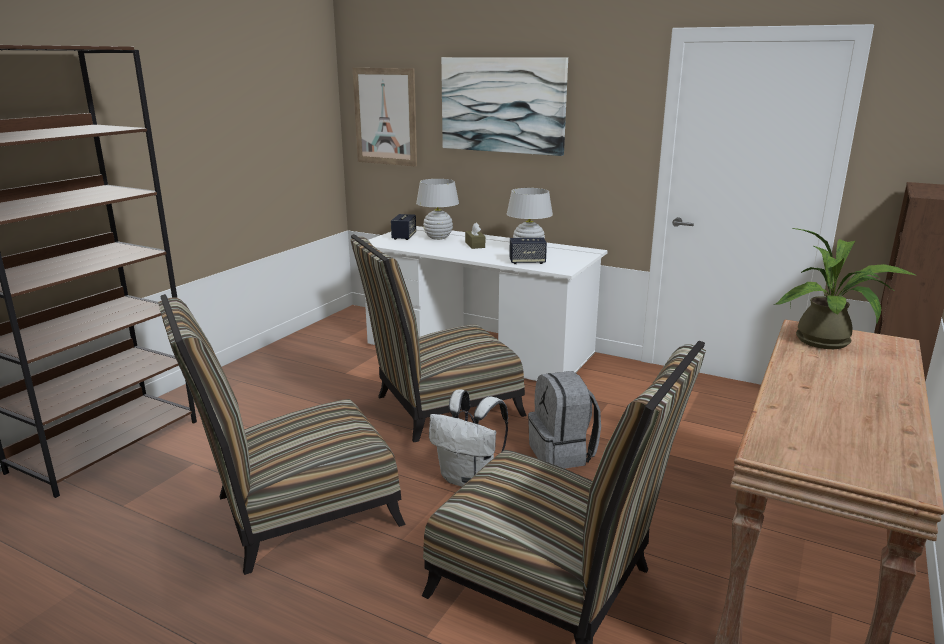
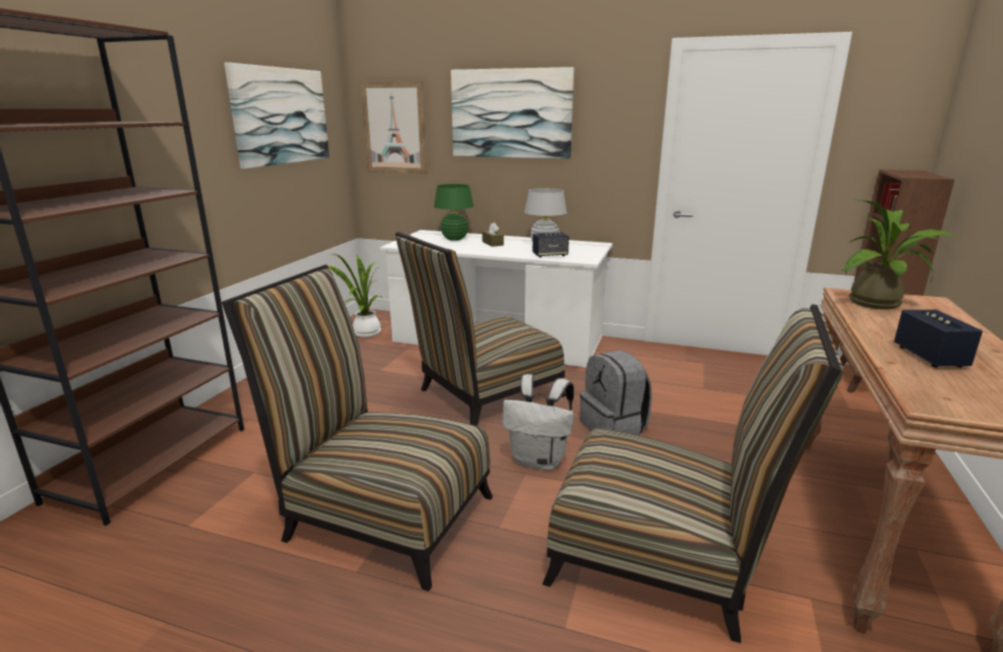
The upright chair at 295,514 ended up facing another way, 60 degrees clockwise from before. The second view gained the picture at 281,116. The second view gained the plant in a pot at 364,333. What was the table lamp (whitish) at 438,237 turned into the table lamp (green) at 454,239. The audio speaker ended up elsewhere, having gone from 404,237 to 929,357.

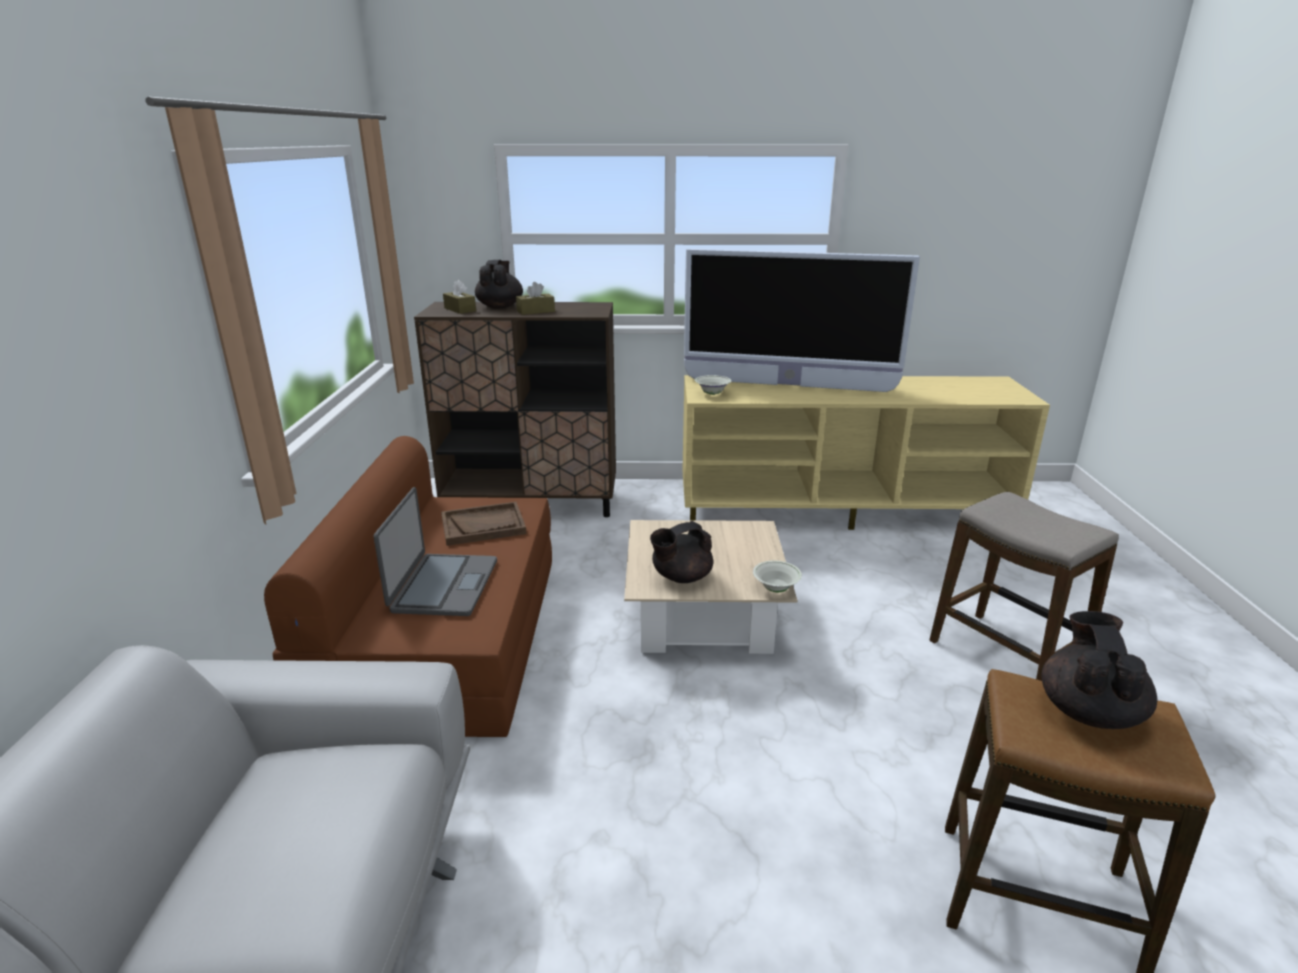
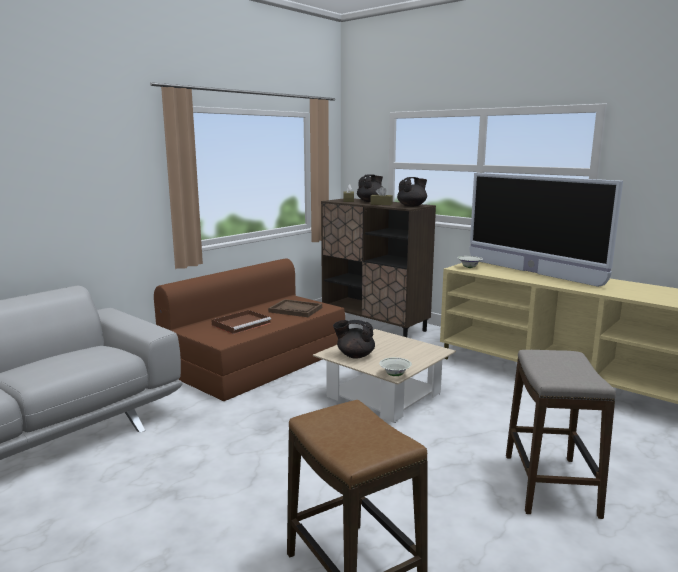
Where the notebook computer stood at 443,586, the serving tray (brown) came to stand at 242,324. The tea pot (black-coloured) ended up elsewhere, having gone from 1088,711 to 412,206.

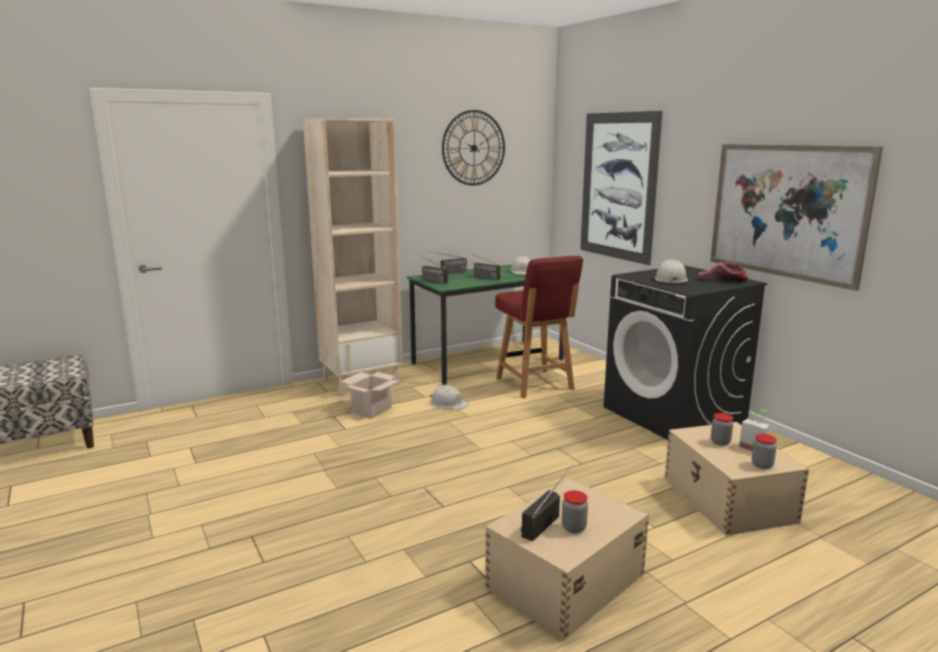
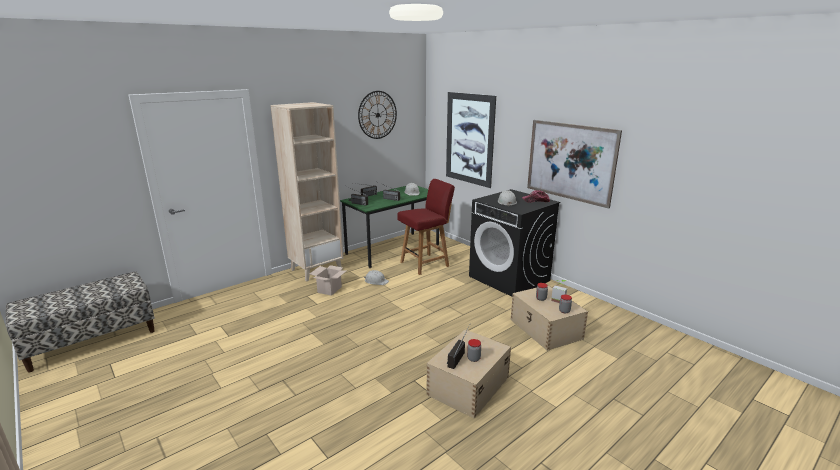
The upright chair (red-coloured) at 535,384 ended up facing another way, 90 degrees counterclockwise from before.

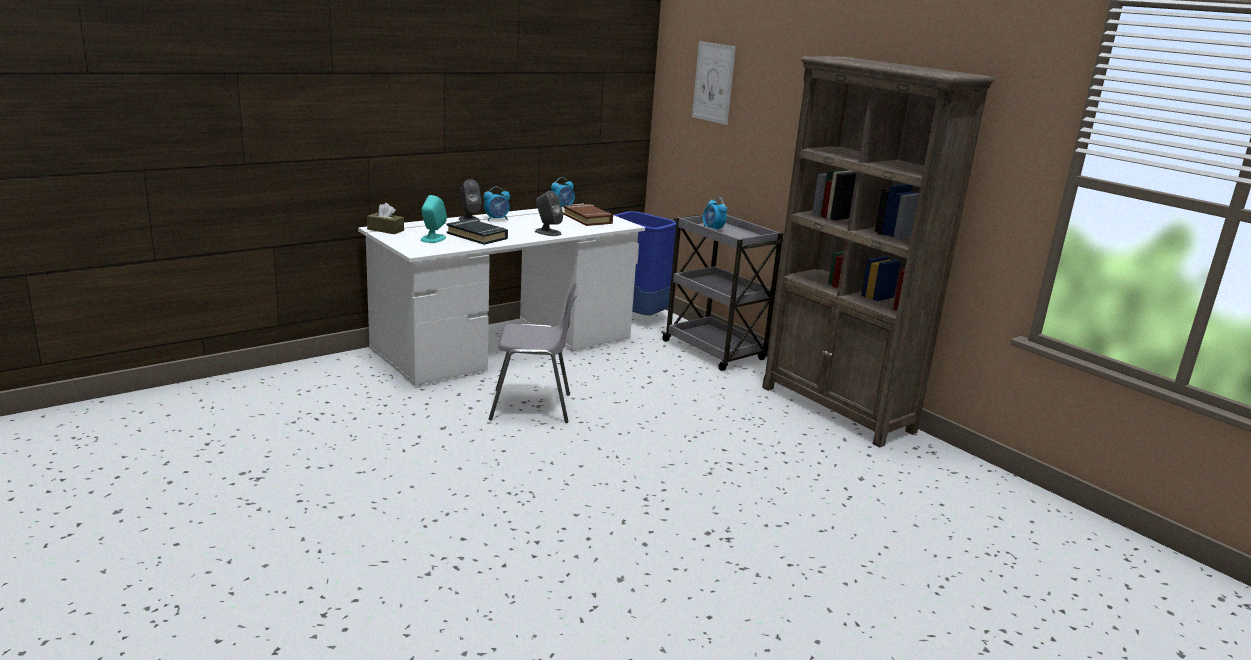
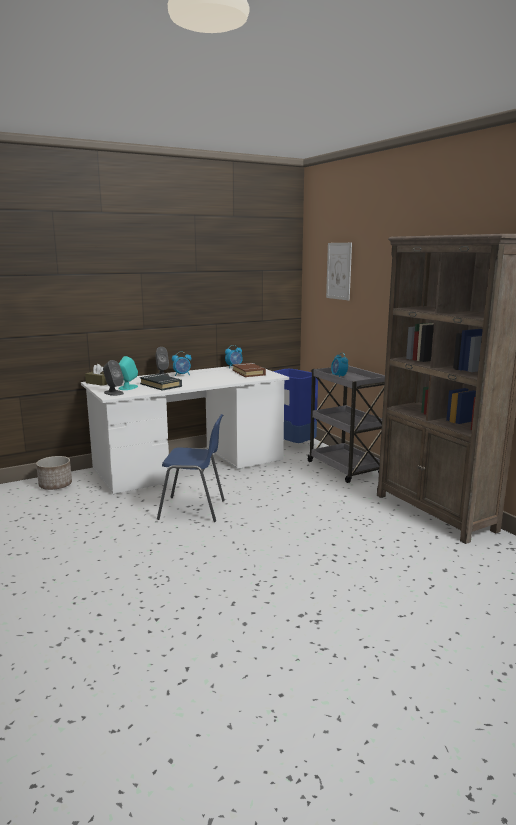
The second view gained the planter at 55,485. The audio speaker (gray) ended up elsewhere, having gone from 547,232 to 113,393. What was the upright chair (gray) at 533,407 turned into the upright chair (bluish) at 194,510.

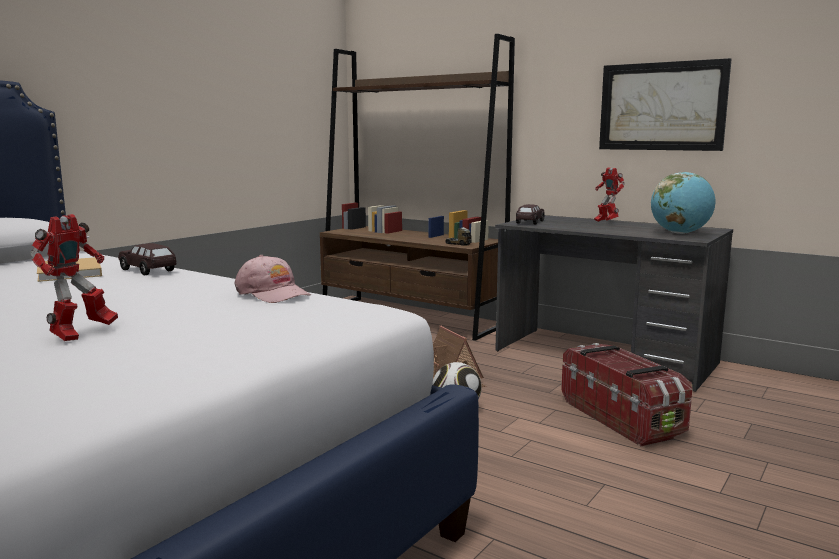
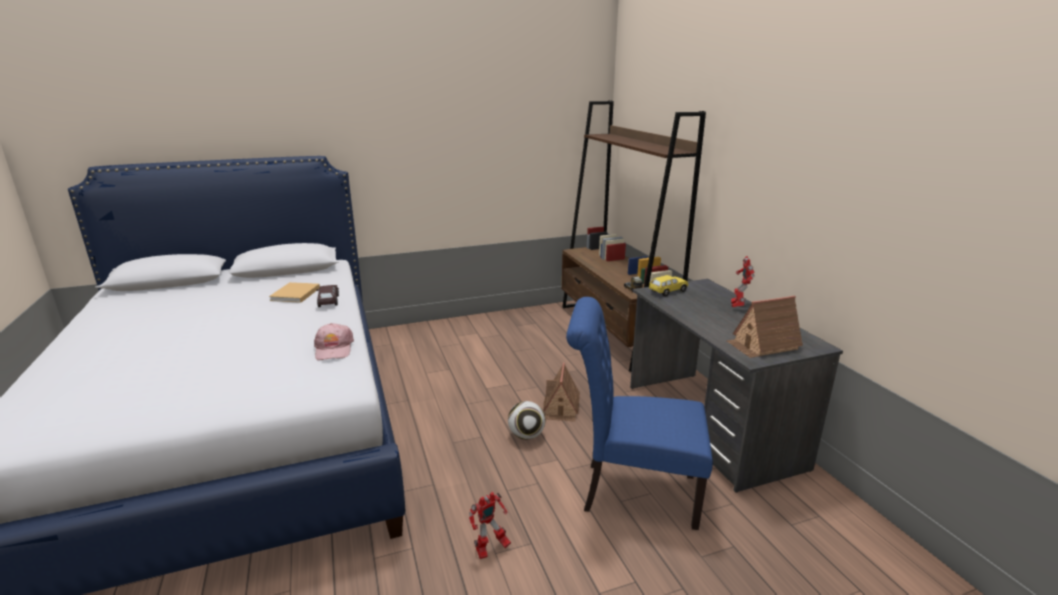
The toy robot ended up elsewhere, having gone from 81,334 to 490,549. Where the storage container stood at 622,417, the upright chair (bluish) came to stand at 631,492. What was the miniature car (brown) at 529,222 turned into the miniature car (yellow-coloured) at 667,291. Where the globe stood at 680,233, the toy house came to stand at 762,345. The second view lost the picture at 662,106.

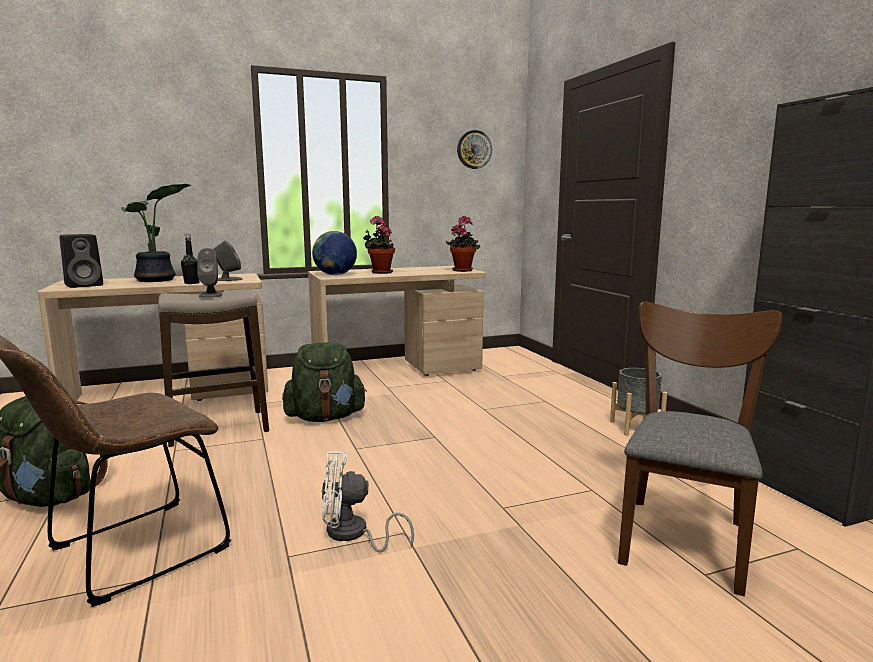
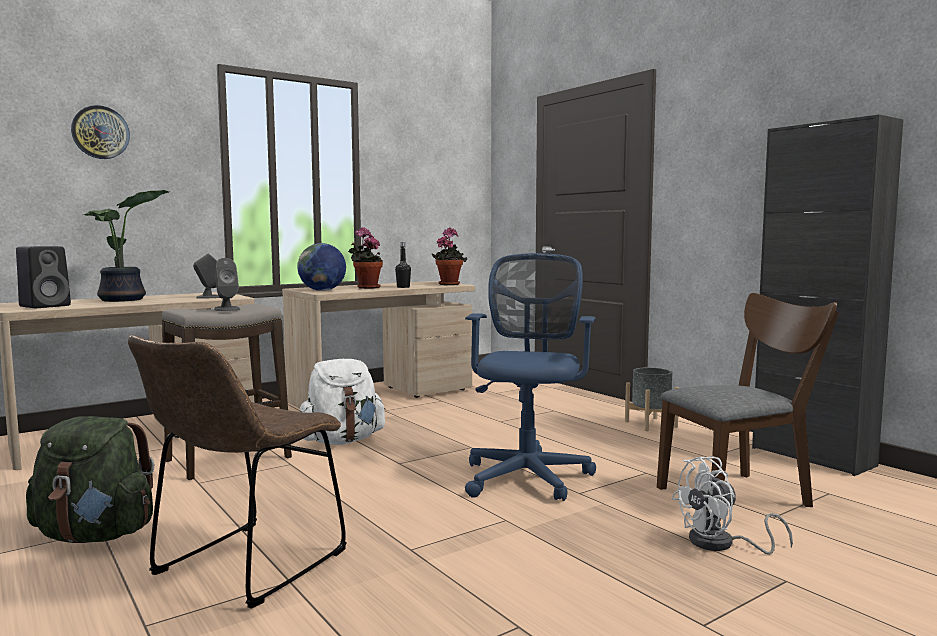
The hanging clock ended up elsewhere, having gone from 474,149 to 100,132. What was the rucksack (green) at 325,418 turned into the rucksack (whitish) at 342,441. The drink bottle (black-coloured) ended up elsewhere, having gone from 192,283 to 403,287. The second view gained the desk chair (bluish) at 528,475. The upright chair (brown) at 684,535 ended up facing another way, 60 degrees clockwise from before. The fan (whitish) ended up elsewhere, having gone from 353,535 to 721,544.

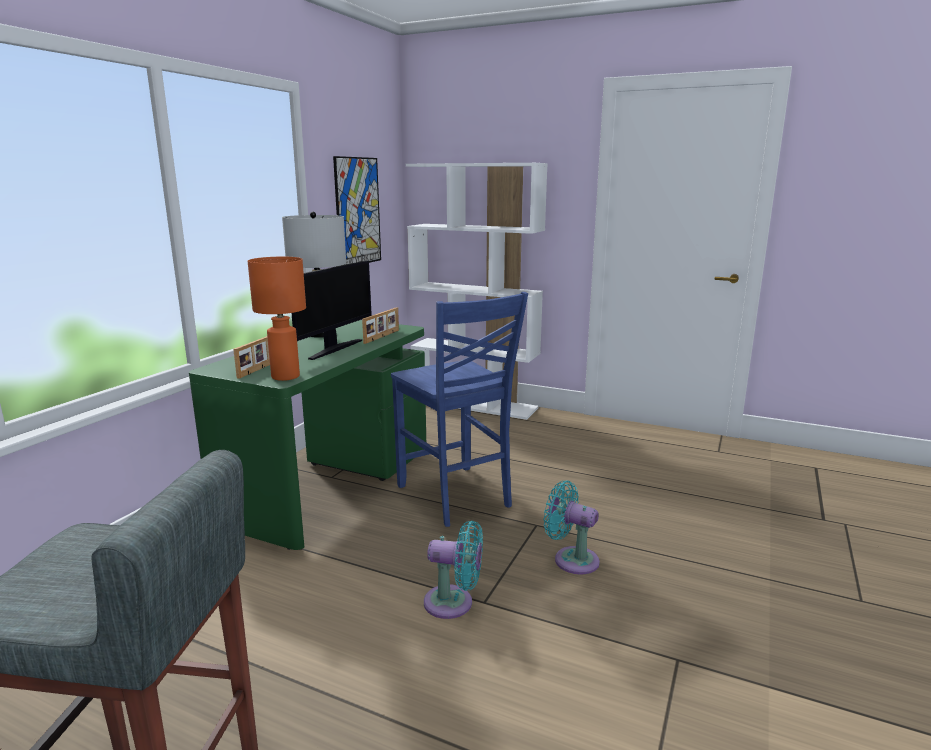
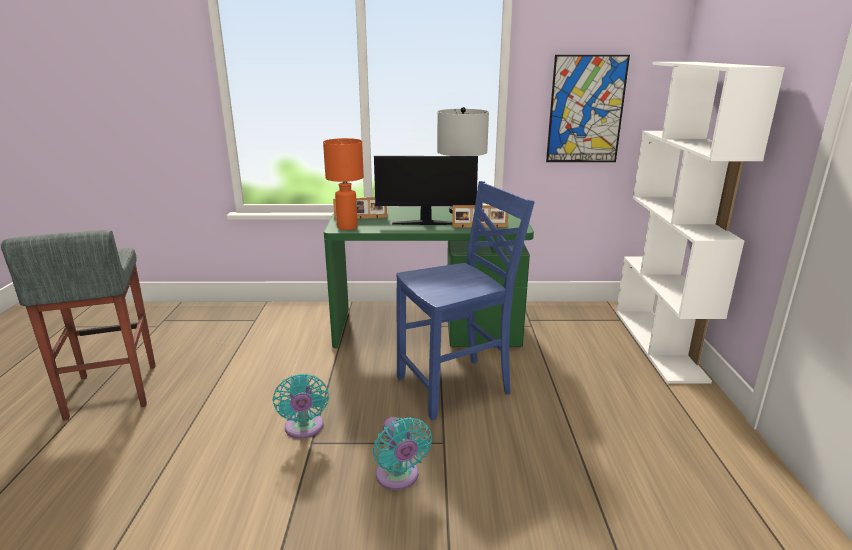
The fan (turquoise) at 571,559 ended up facing another way, 150 degrees clockwise from before. The upright chair (bluish) at 455,497 ended up facing another way, 150 degrees counterclockwise from before.

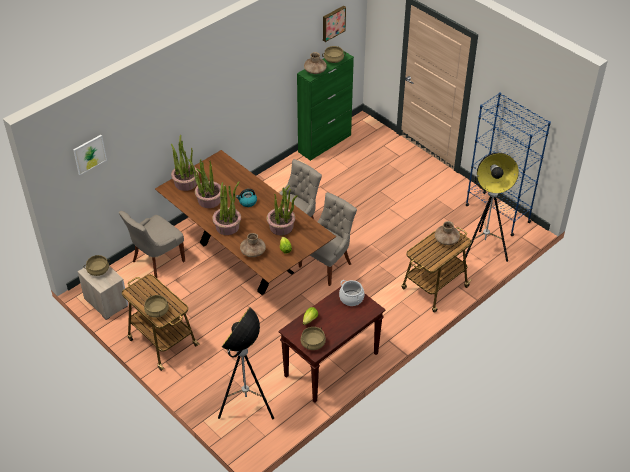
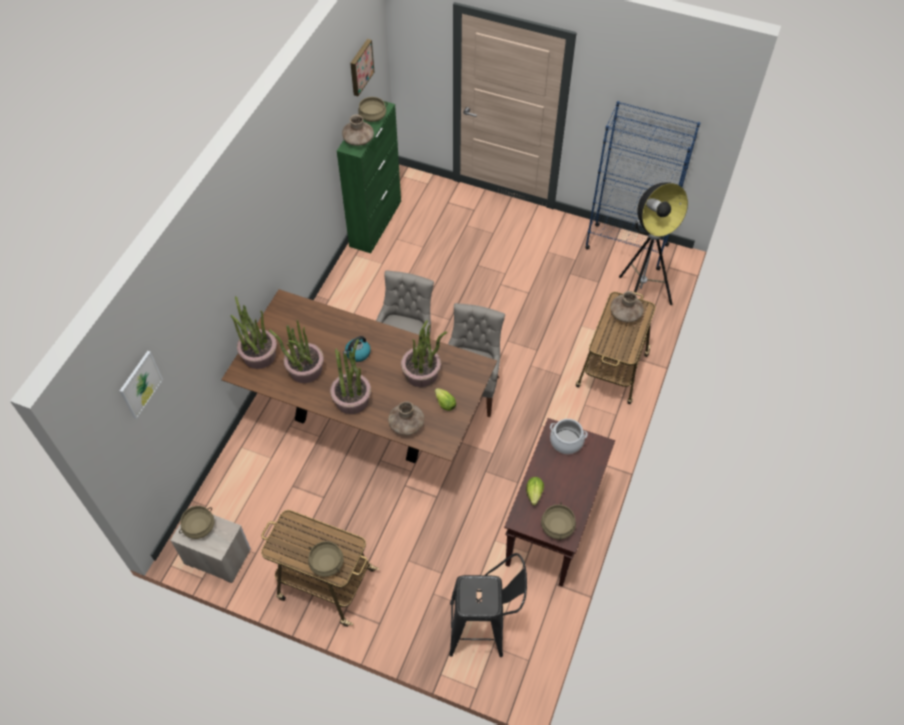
Where the standard lamp stood at 247,407, the stool (black-coloured) came to stand at 484,629. The second view lost the upright chair (gray) at 157,261.

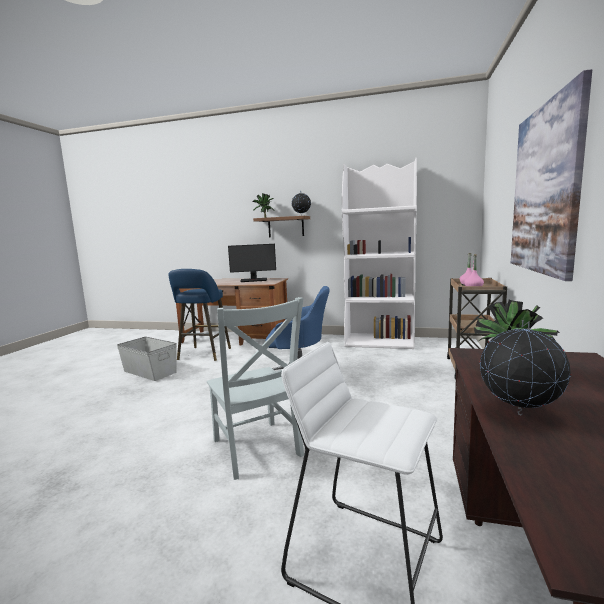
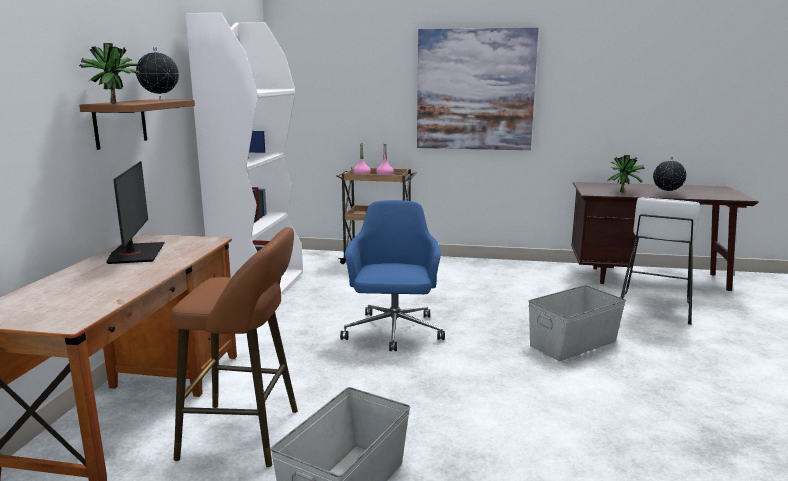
What was the stool (bluish) at 203,355 turned into the stool (brown) at 247,434. Where the upright chair (gray) stood at 257,450, the storage container (gray) came to stand at 574,343.

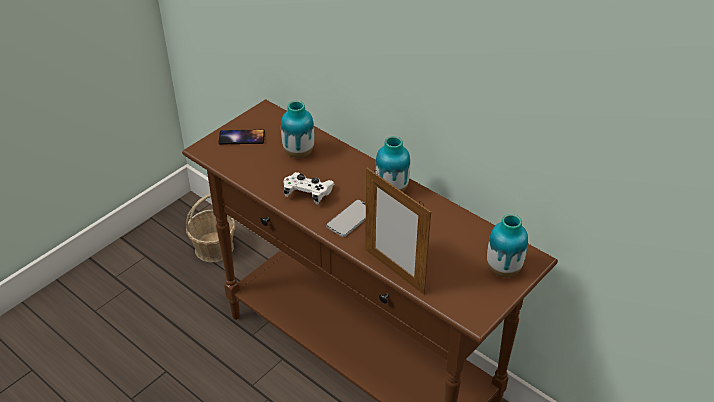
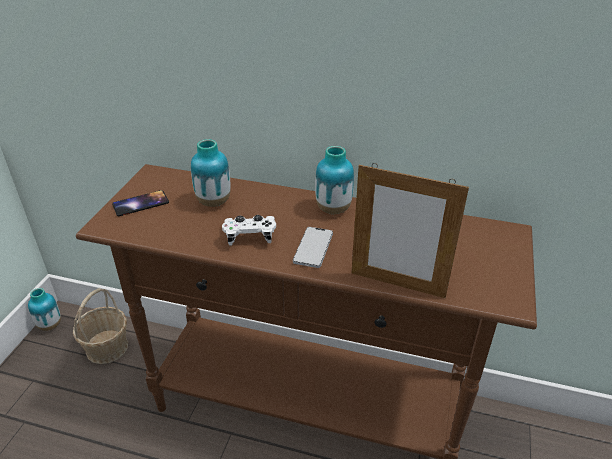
The flower vase ended up elsewhere, having gone from 503,269 to 50,325.

